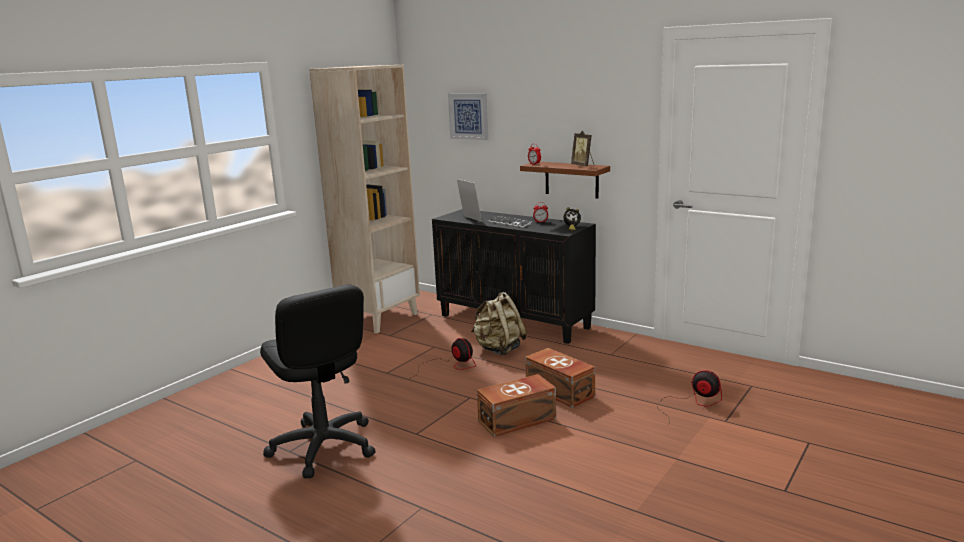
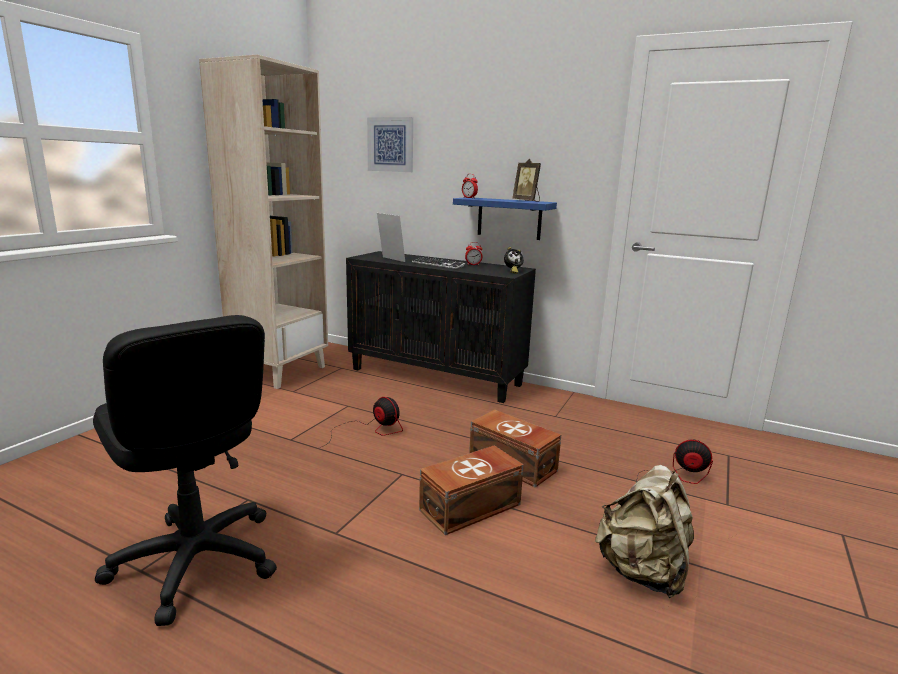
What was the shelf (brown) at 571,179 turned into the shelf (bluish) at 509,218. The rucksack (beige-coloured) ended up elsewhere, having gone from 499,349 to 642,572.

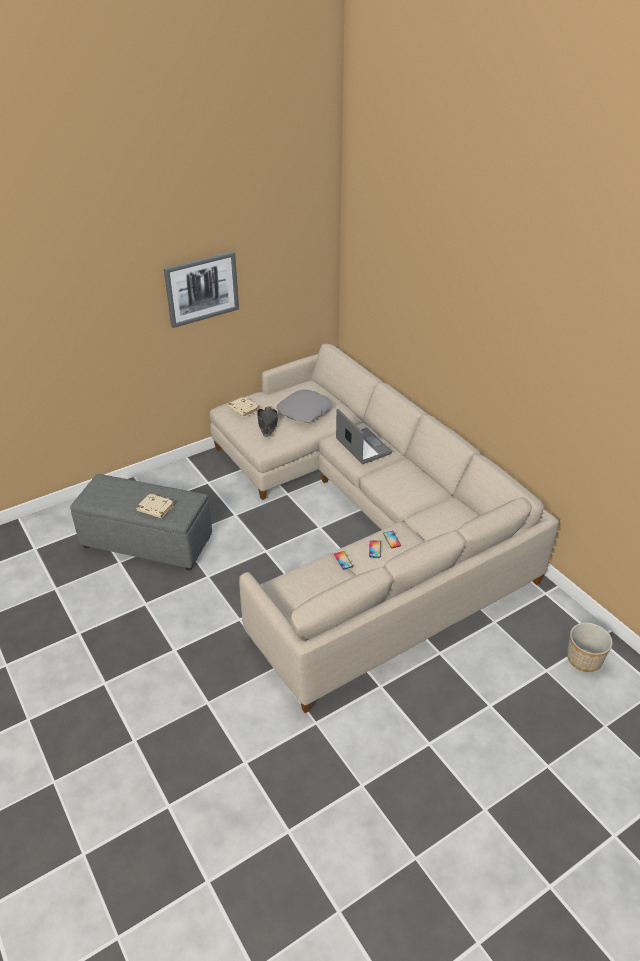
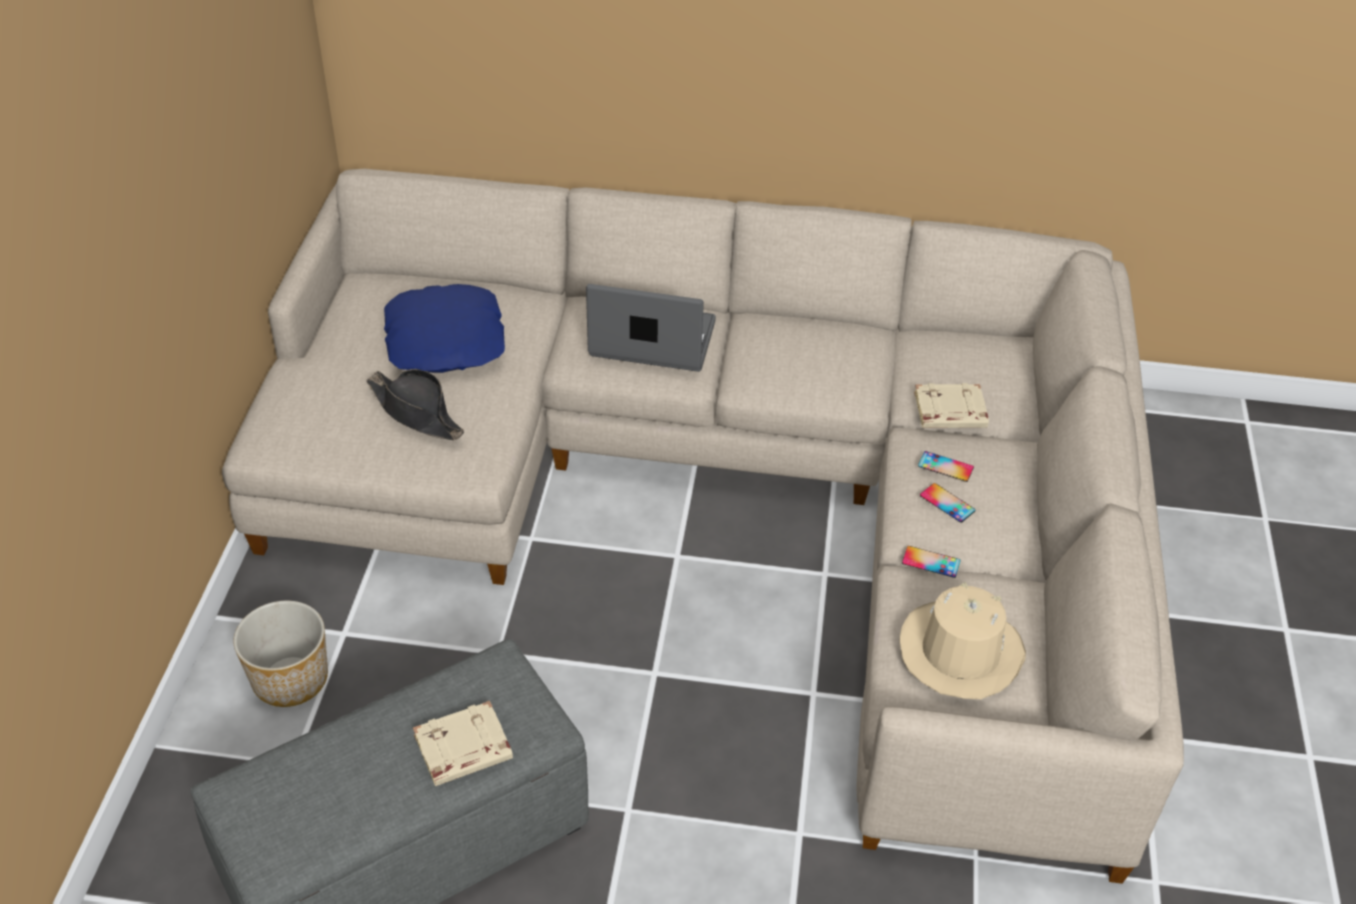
The planter ended up elsewhere, having gone from 584,659 to 291,678. What was the pillow (gray) at 305,411 turned into the pillow (bluish) at 446,340. The second view gained the wearable hat (beige-coloured) at 959,652. The book (beige-coloured) ended up elsewhere, having gone from 243,409 to 949,412. The second view lost the picture at 202,289.

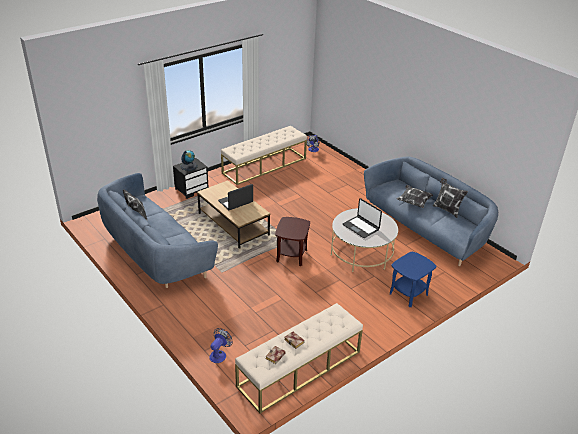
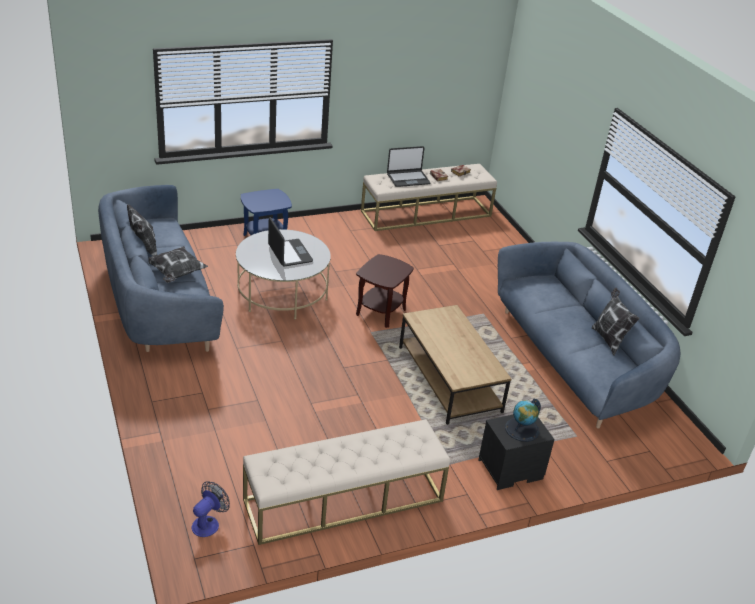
The notebook computer ended up elsewhere, having gone from 236,202 to 408,179. The second view lost the fan at 219,354.

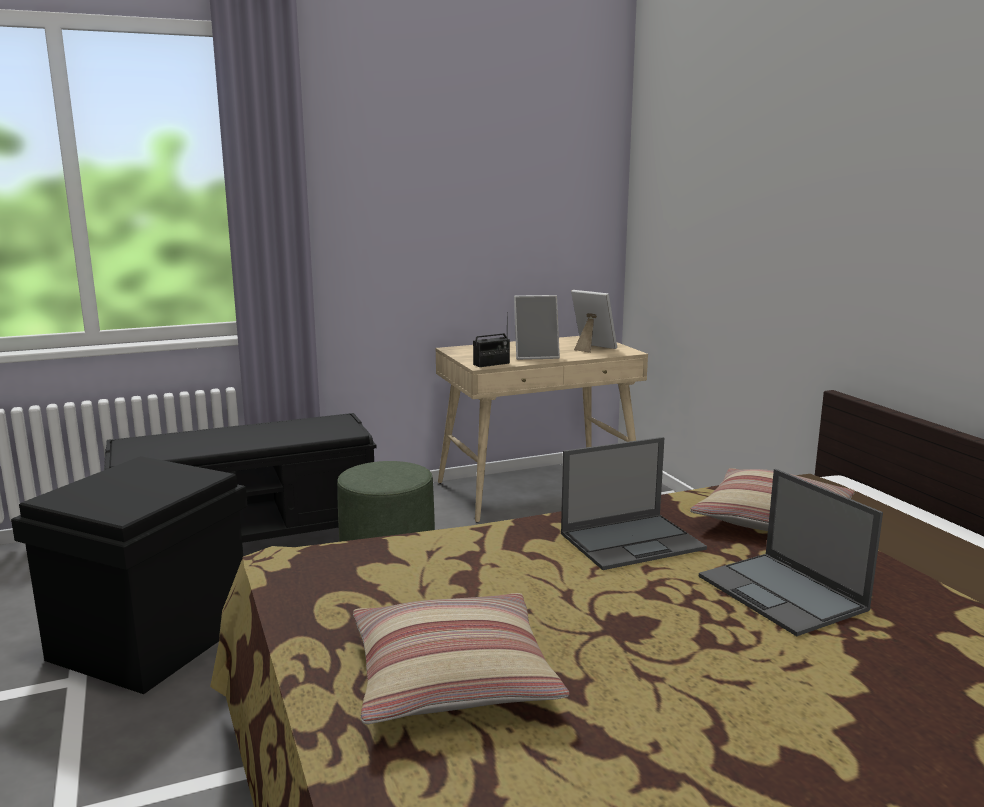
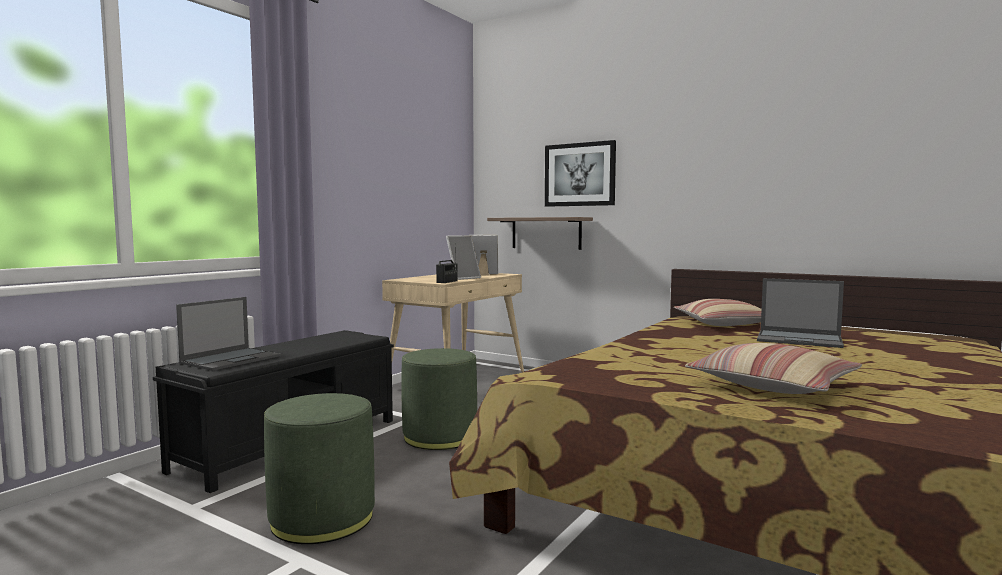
The notebook computer ended up elsewhere, having gone from 633,541 to 232,359. Where the storage container (black-coloured) stood at 150,640, the pouffe (green) came to stand at 322,518. The second view gained the shelf at 546,233. The second view gained the picture at 579,174.

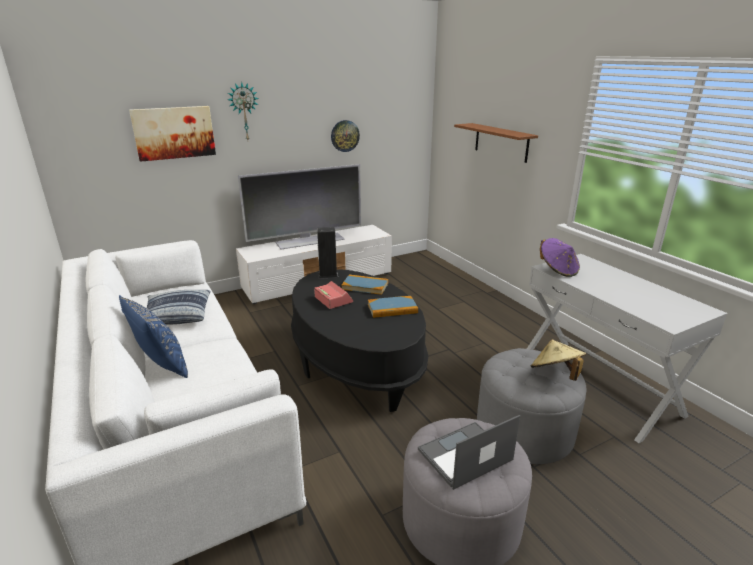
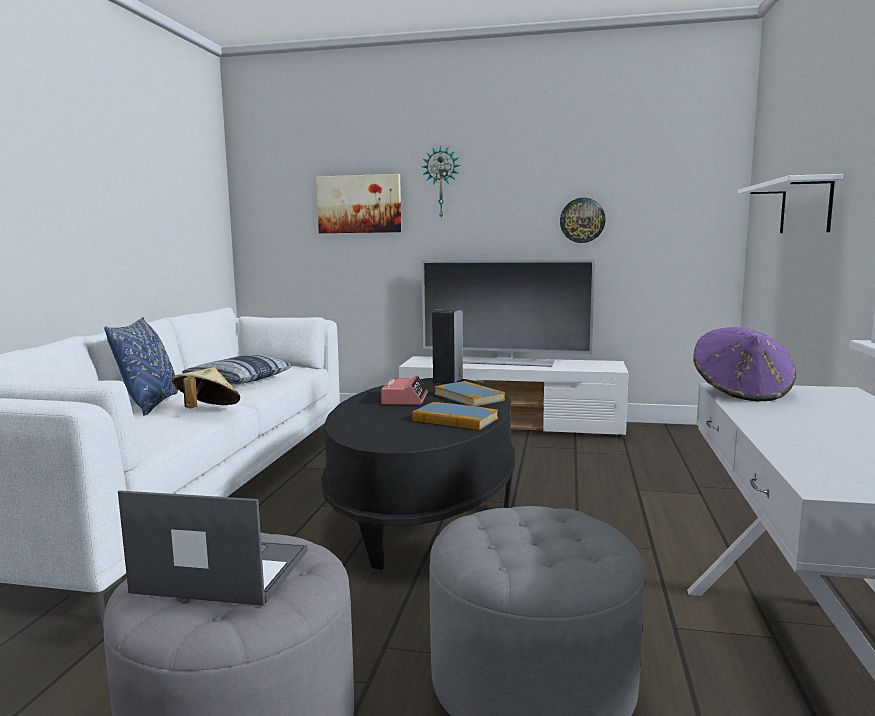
The wearable hat (beige-coloured) ended up elsewhere, having gone from 555,374 to 207,411. What was the shelf (brown) at 501,142 turned into the shelf (whitish) at 805,207.

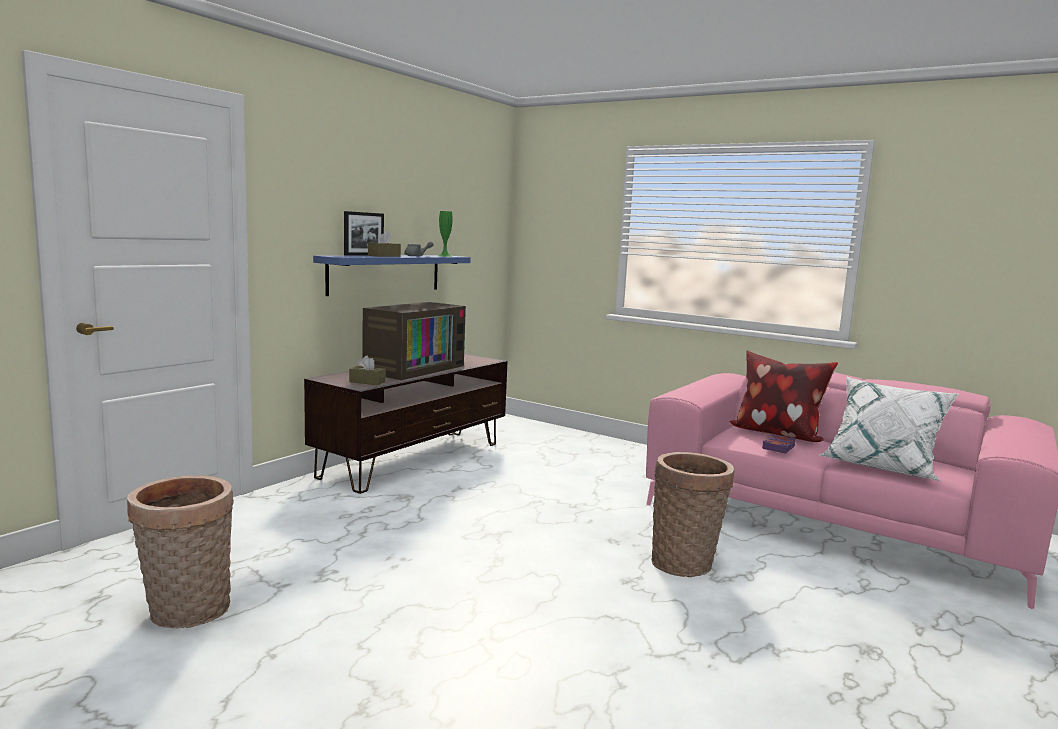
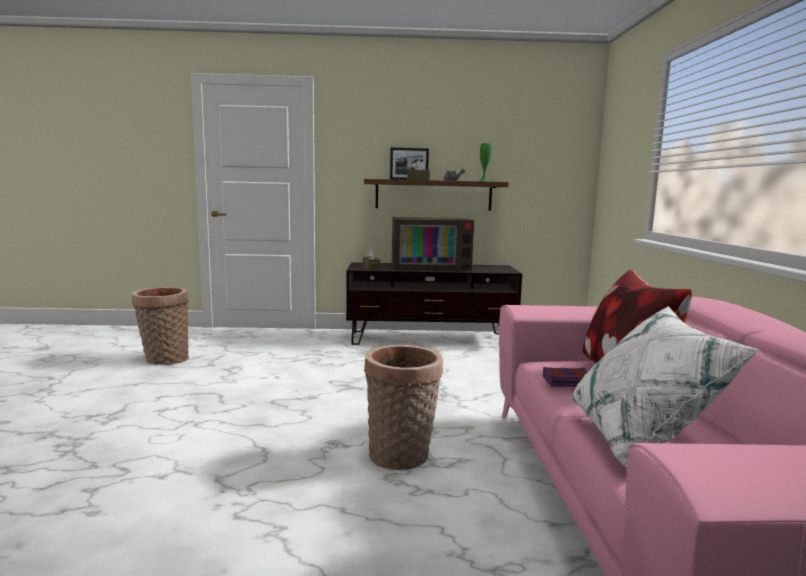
What was the shelf (bluish) at 385,274 turned into the shelf (brown) at 433,195.

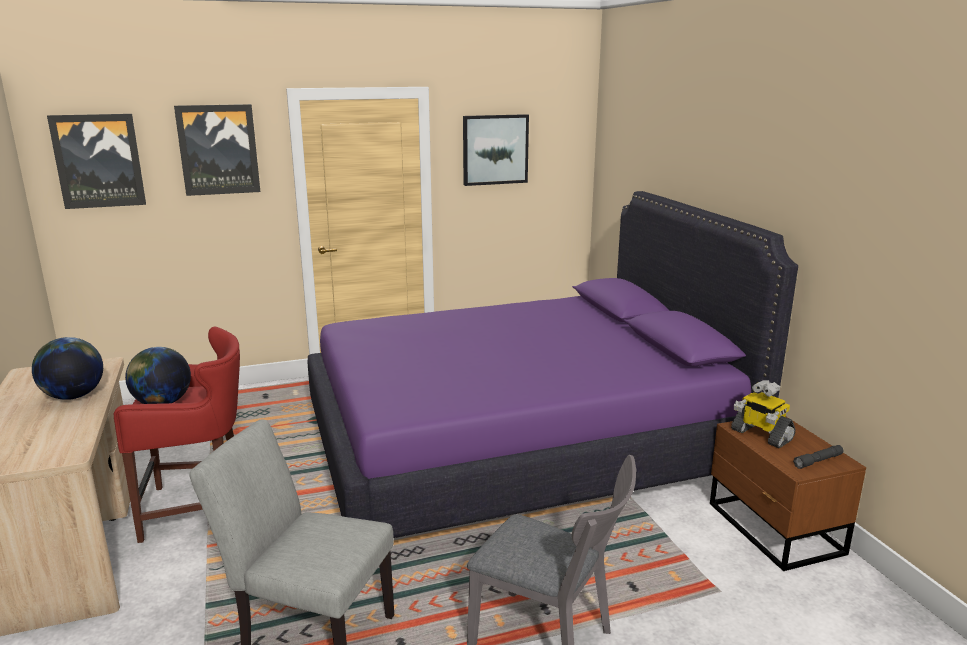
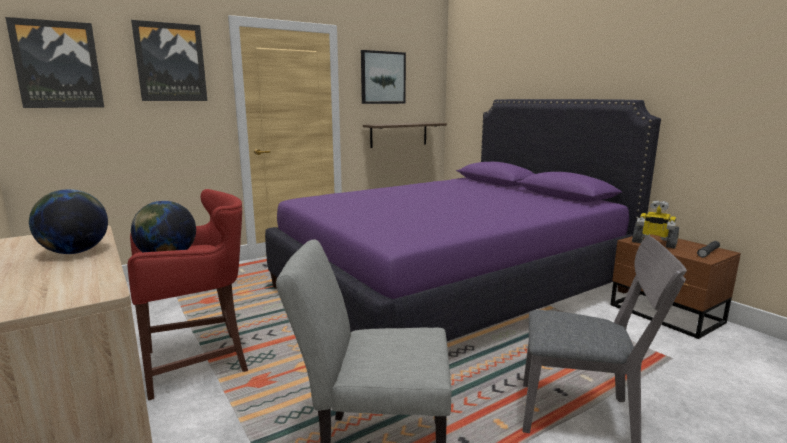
The second view gained the shelf at 399,134.

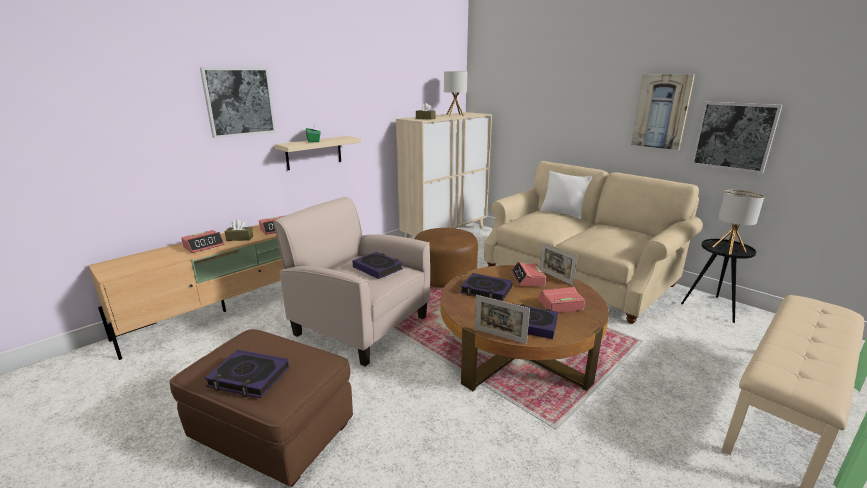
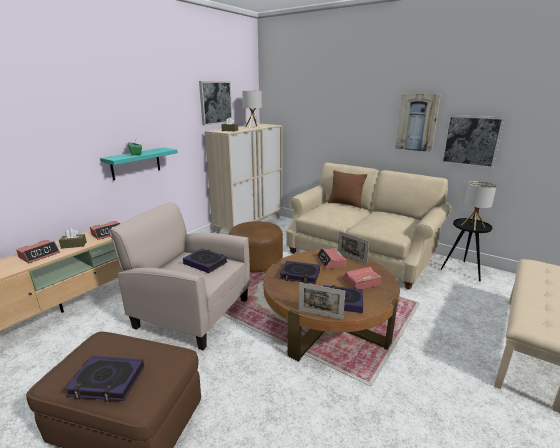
What was the shelf (beige-coloured) at 314,152 turned into the shelf (turquoise) at 136,163. The picture ended up elsewhere, having gone from 239,101 to 215,102. What was the pillow (whitish) at 562,213 turned into the pillow (brown) at 345,204.

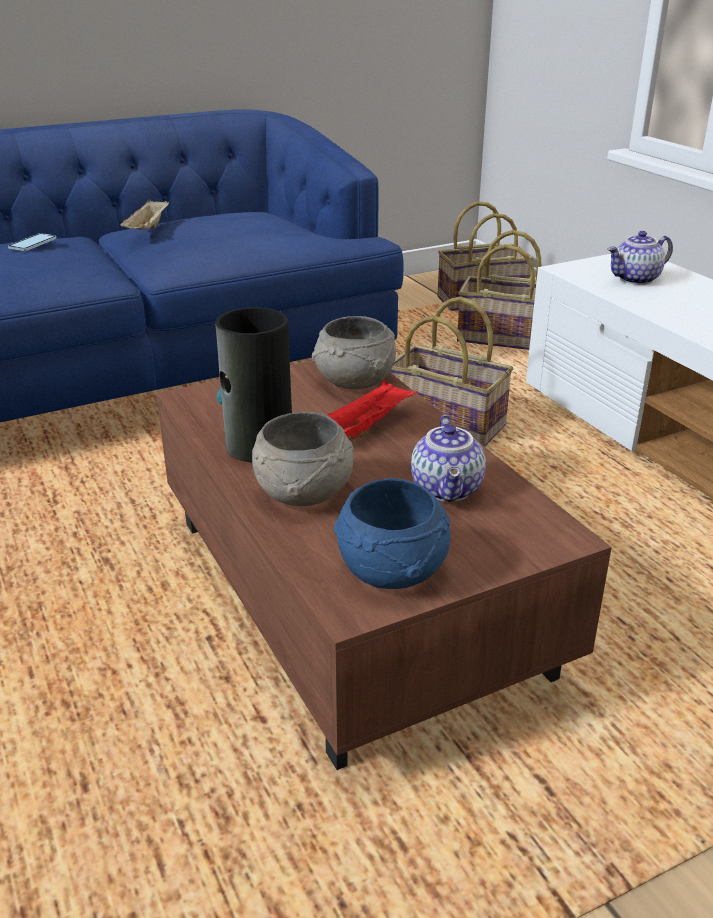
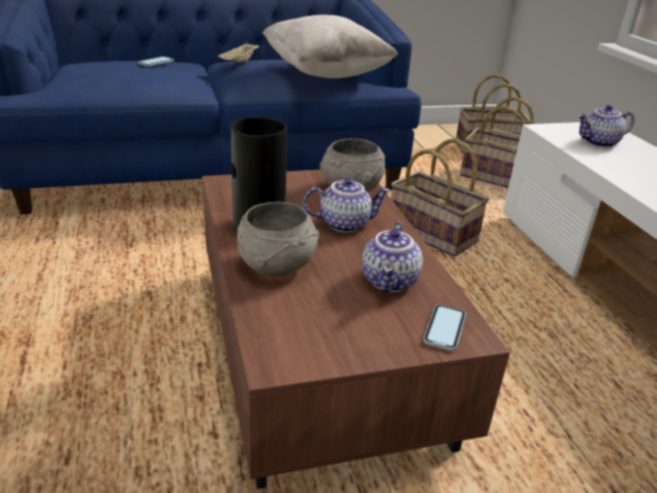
The second view gained the pillow (beige-coloured) at 325,74. Where the serving tray (red-coloured) stood at 365,427, the tea pot came to stand at 344,223. The second view gained the handset at 444,329. The second view lost the serving bowl (bluish) at 393,569.

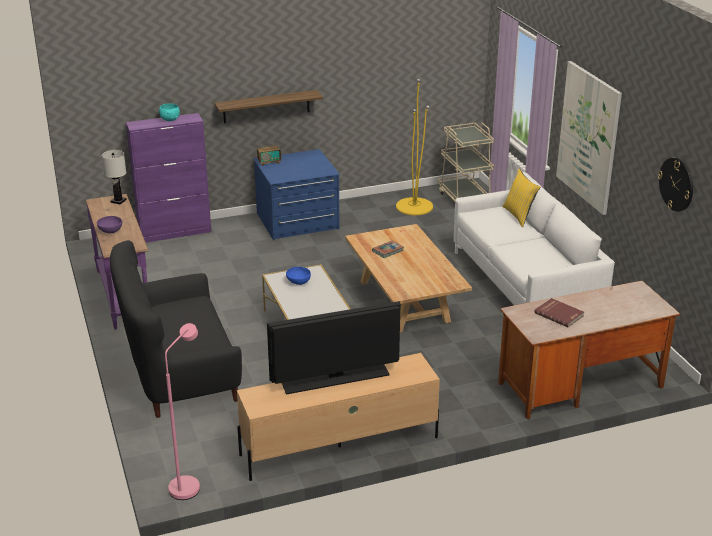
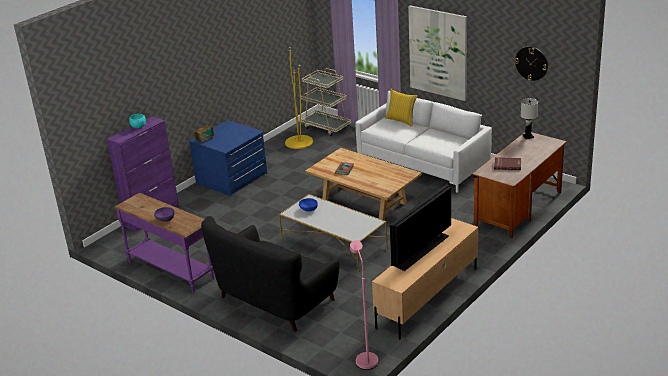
The table lamp (whitish) ended up elsewhere, having gone from 118,201 to 528,136. The second view lost the shelf at 266,106.

